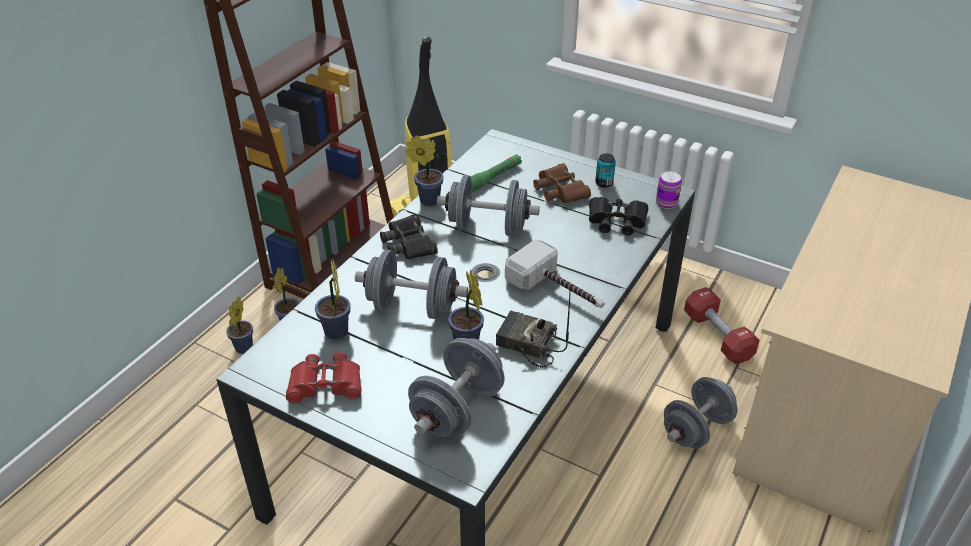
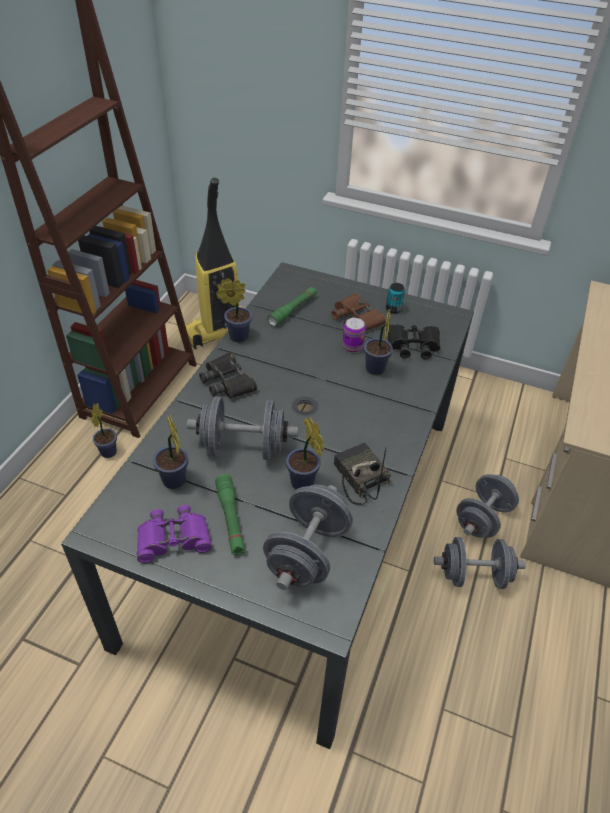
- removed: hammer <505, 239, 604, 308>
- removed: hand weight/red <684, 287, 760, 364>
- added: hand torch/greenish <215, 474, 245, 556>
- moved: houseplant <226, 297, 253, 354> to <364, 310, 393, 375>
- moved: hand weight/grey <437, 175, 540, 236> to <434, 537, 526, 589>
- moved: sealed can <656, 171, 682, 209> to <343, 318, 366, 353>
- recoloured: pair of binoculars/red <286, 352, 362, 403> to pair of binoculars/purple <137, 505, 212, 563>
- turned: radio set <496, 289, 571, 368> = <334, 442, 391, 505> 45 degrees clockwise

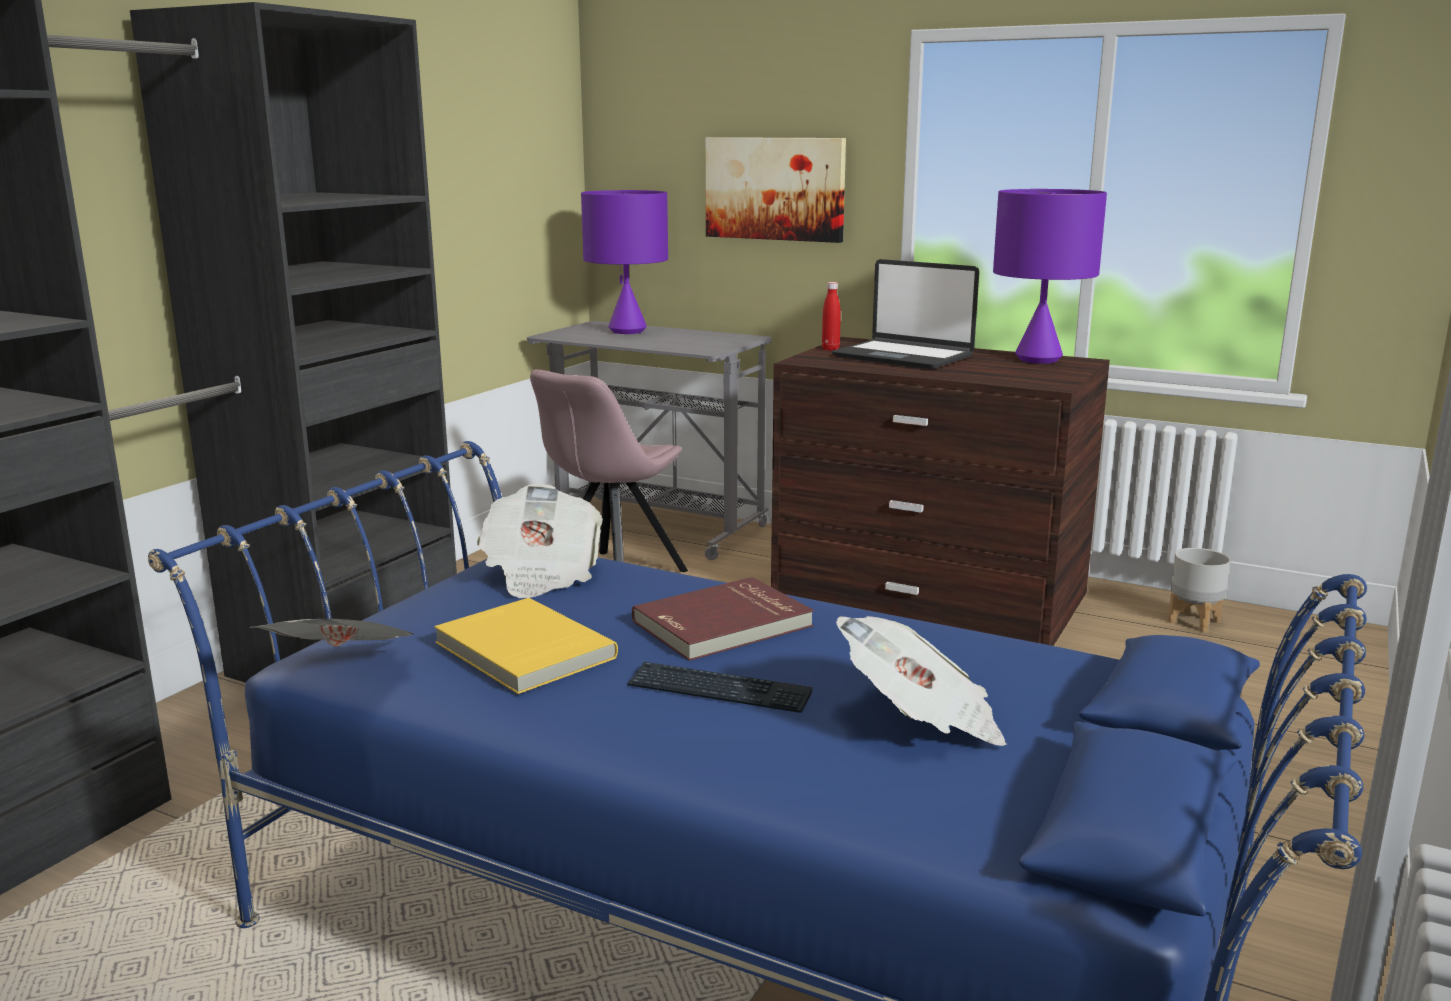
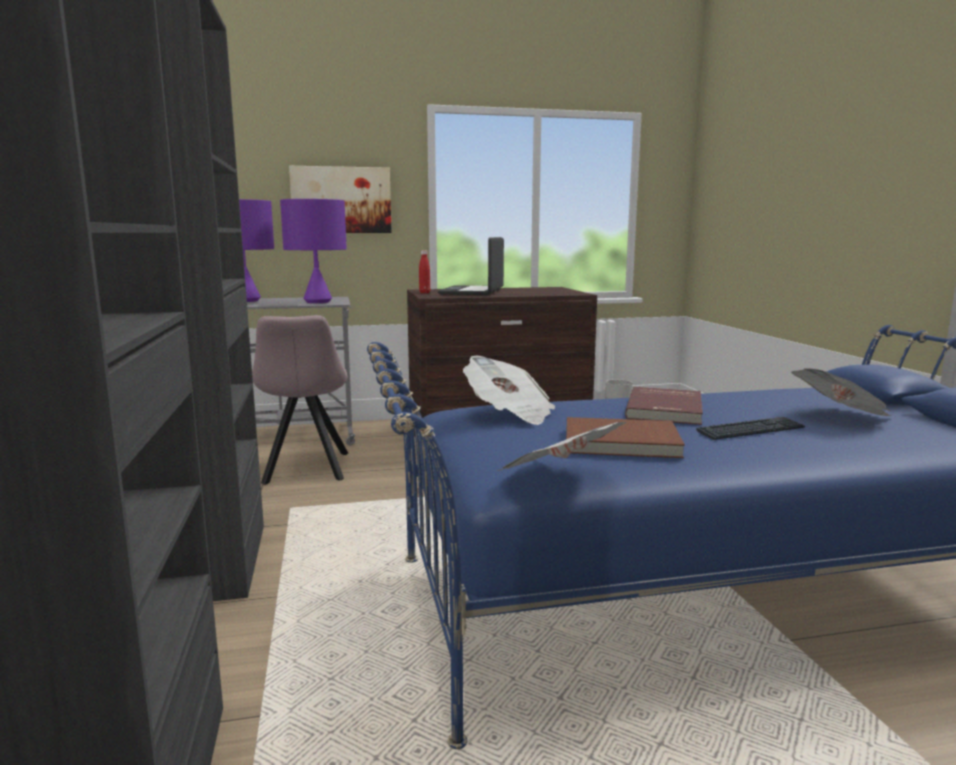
- moved: tabletop lamp/purple <993, 189, 1107, 364> to <280, 199, 347, 303>
- recoloured: volume/yellow-coloured <434, 598, 618, 694> to volume/brown <566, 417, 685, 458>
- turned: notebook computer <832, 259, 979, 369> = <438, 237, 504, 295> 105 degrees clockwise

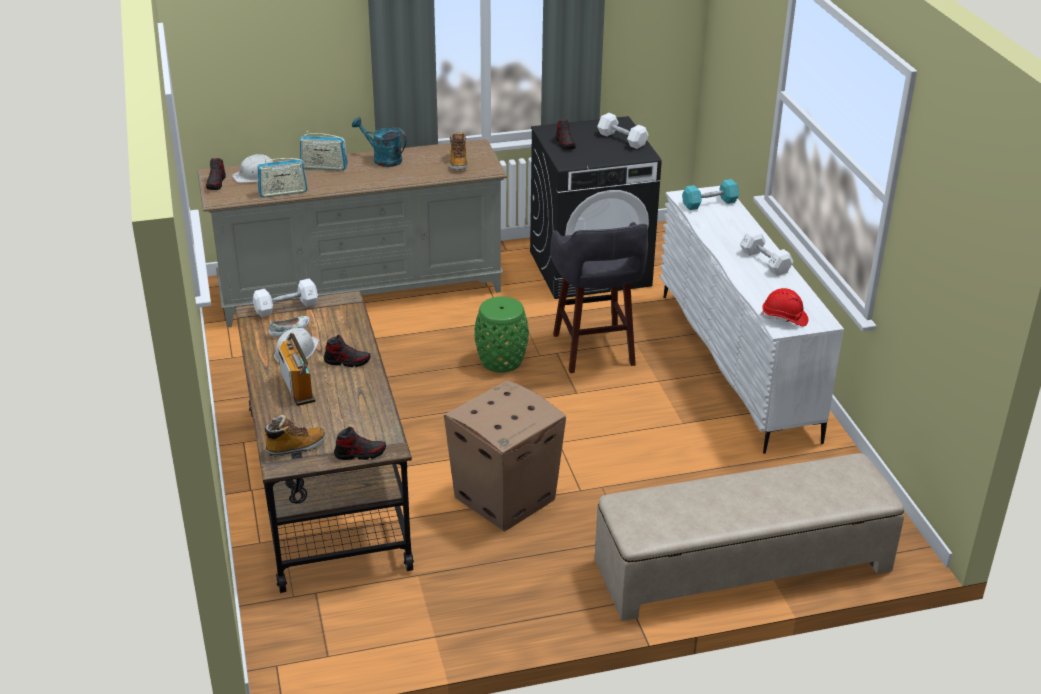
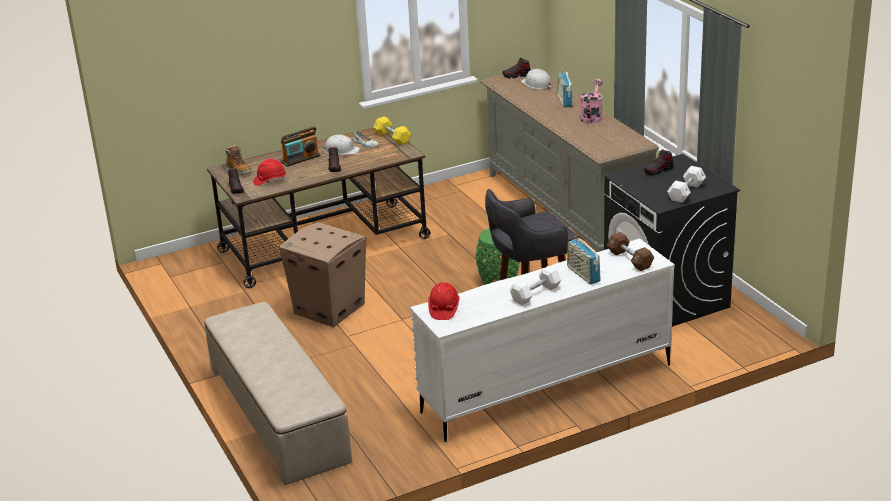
- removed: tall boot <449, 132, 468, 170>
- added: work helmet/red <253, 159, 287, 186>
- moved: radio set <257, 158, 308, 198> to <567, 236, 601, 285>
- recoloured: hand weight/white <253, 278, 318, 317> to hand weight/yellow-coloured <373, 116, 411, 145>
- recoloured: watering pot/turquoise <352, 117, 407, 167> to watering pot/pink-coloured <580, 79, 603, 124>
- recoloured: hand weight/turquoise <682, 179, 739, 210> to hand weight/brown <607, 232, 654, 271>

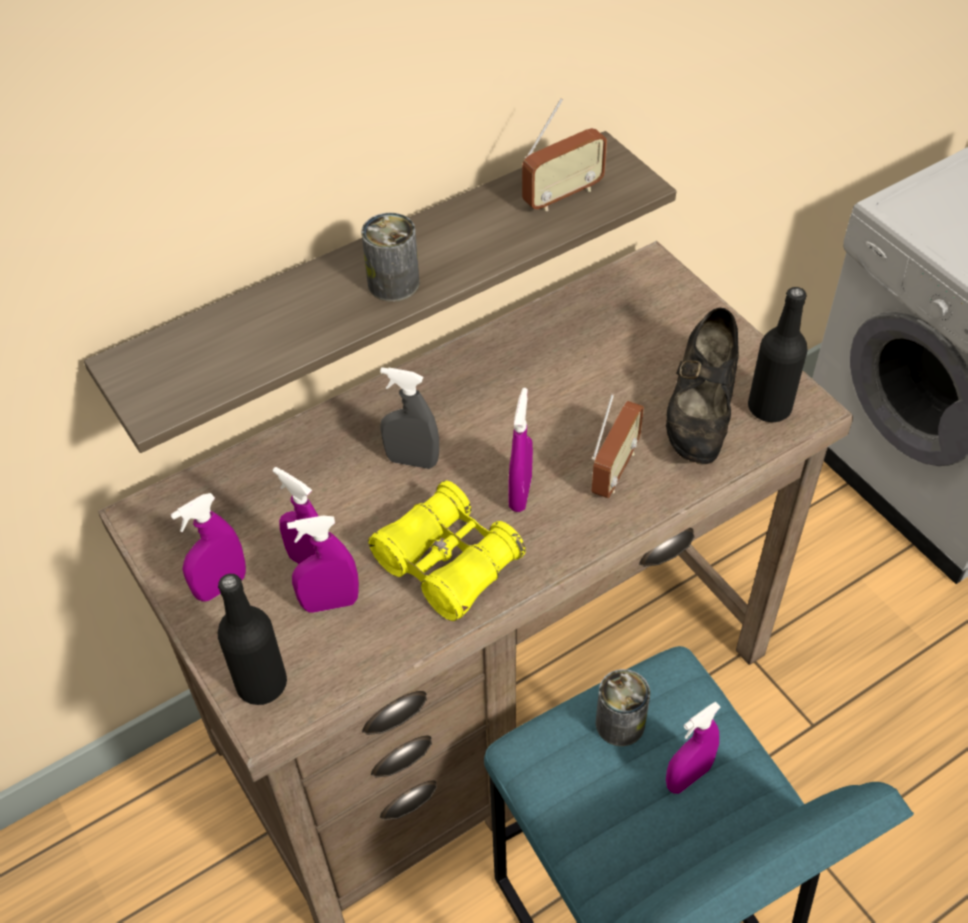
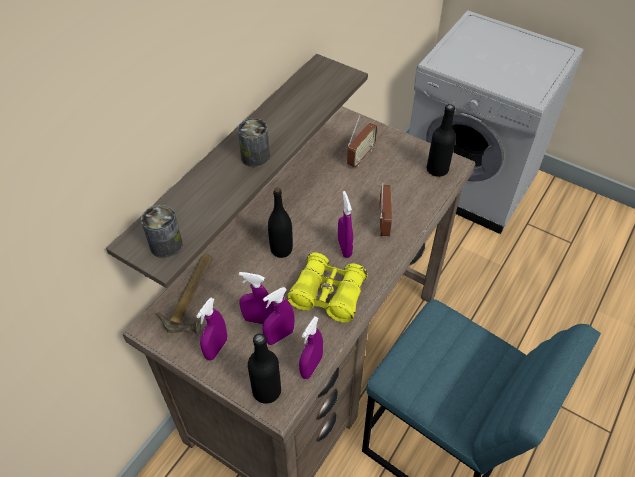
- removed: low shoe/blackish <666, 308, 739, 464>
- added: hammer <156, 254, 213, 335>
- moved: radio set <522, 98, 607, 211> to <347, 114, 377, 167>
- moved: sealed can <596, 669, 650, 746> to <141, 205, 183, 258>
- moved: spray bottle/purple <666, 702, 721, 794> to <299, 317, 323, 379>
- replaced: spray bottle/grey <380, 367, 439, 469> to bottle/blackish <268, 187, 293, 258>

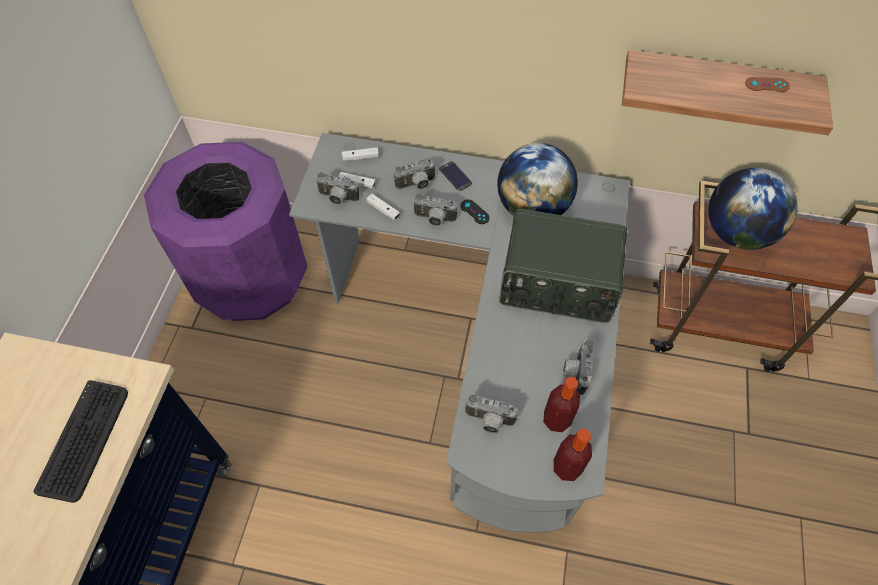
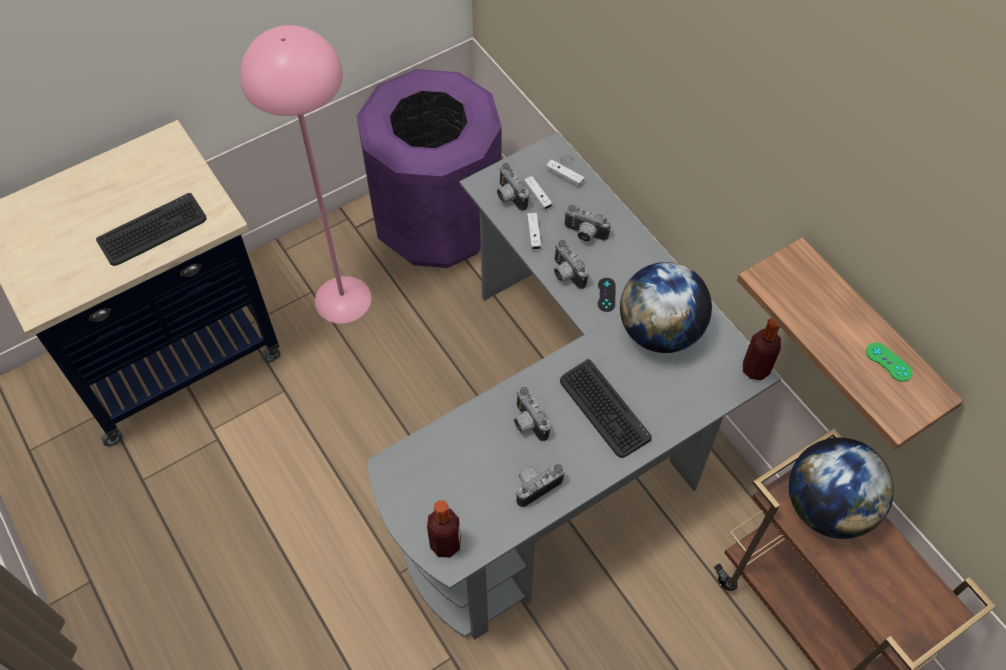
- removed: handset <439, 161, 472, 191>
- added: standard lamp/pink-coloured <240, 25, 372, 324>
- moved: photo camera <465, 395, 518, 433> to <514, 387, 551, 441>
- moved: bottle <543, 377, 580, 432> to <743, 318, 781, 380>
- replaced: radio set <499, 209, 627, 323> to computer keyboard <560, 359, 652, 458>
- recoloured: gamepad/brown <745, 77, 790, 92> to gamepad/greenish <866, 342, 913, 382>

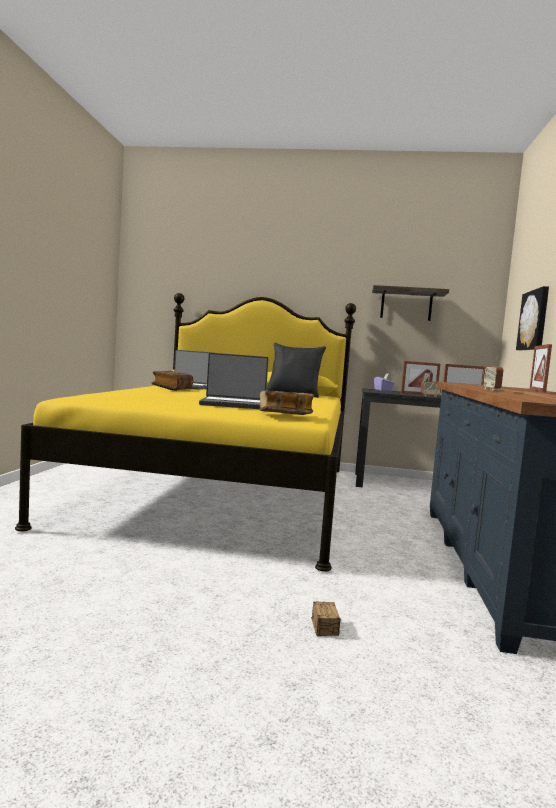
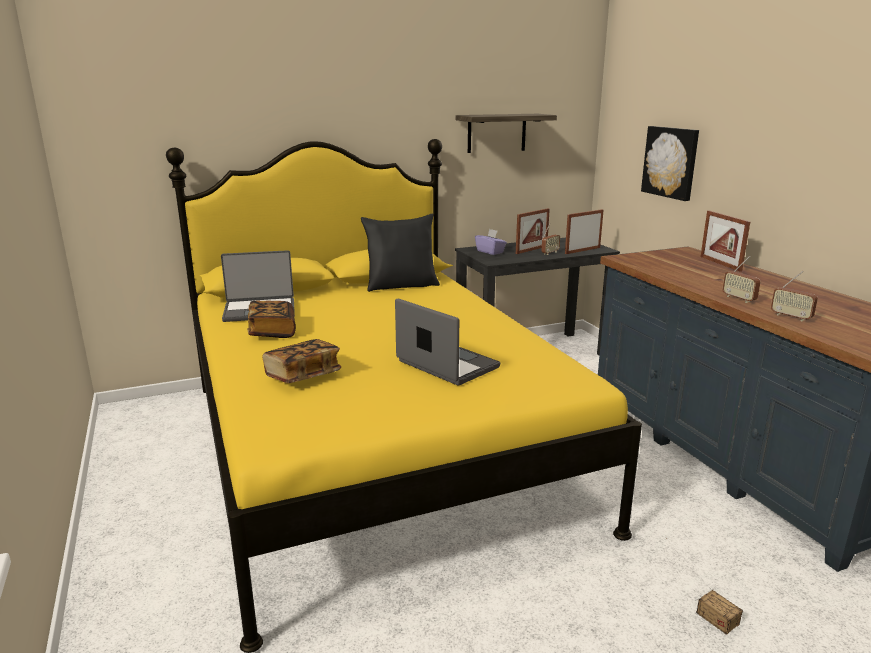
- added: radio set <771, 271, 818, 321>
- moved: volume <260, 391, 315, 415> to <262, 339, 341, 383>
- turned: notebook computer <199, 353, 268, 409> = <395, 298, 500, 386> 105 degrees counterclockwise

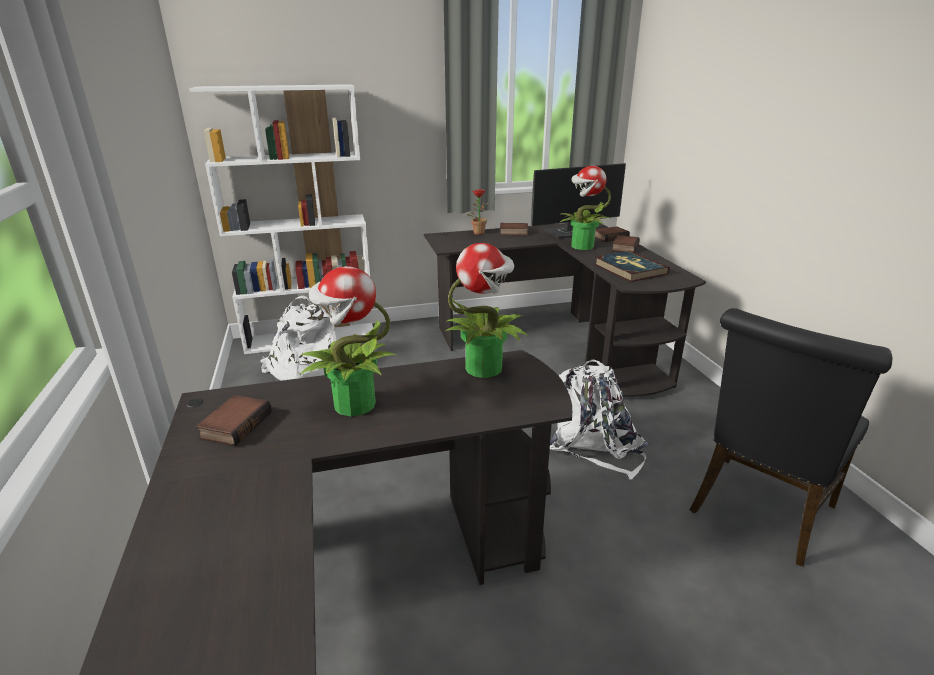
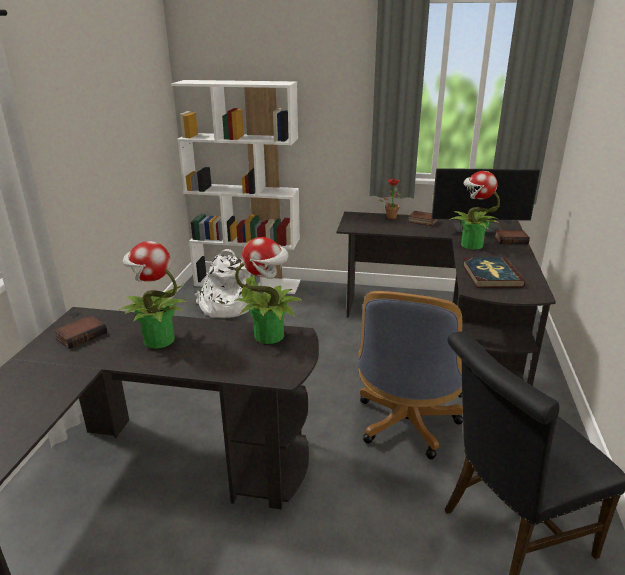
- removed: volume <612, 235, 640, 252>
- replaced: backpack/white <550, 360, 649, 480> to office chair/blue <358, 291, 463, 459>

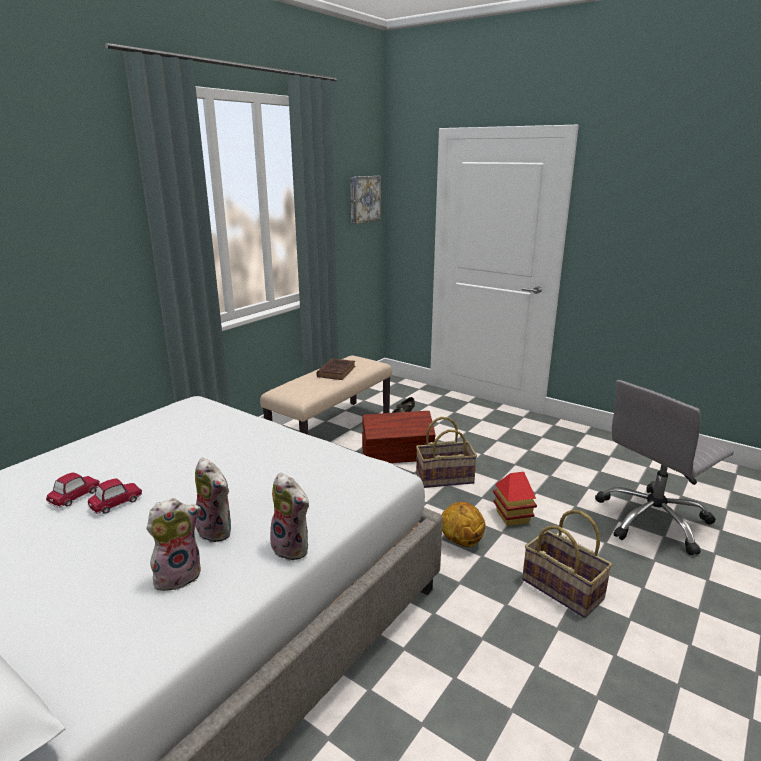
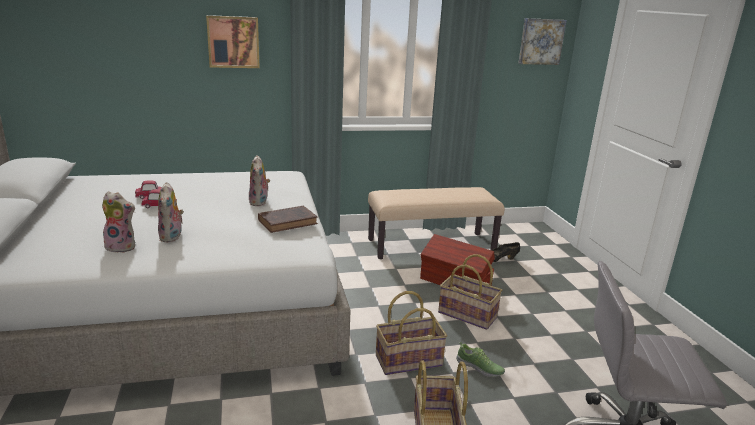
- added: wall art <206, 15, 260, 68>
- moved: soft toy <266, 472, 309, 561> to <249, 155, 270, 206>
- moved: volume/brown <316, 358, 356, 380> to <258, 205, 318, 233>
- replaced: basketball <441, 502, 485, 547> to storage basket <376, 291, 447, 375>
- replaced: model house <493, 472, 537, 526> to low shoe <456, 342, 505, 377>

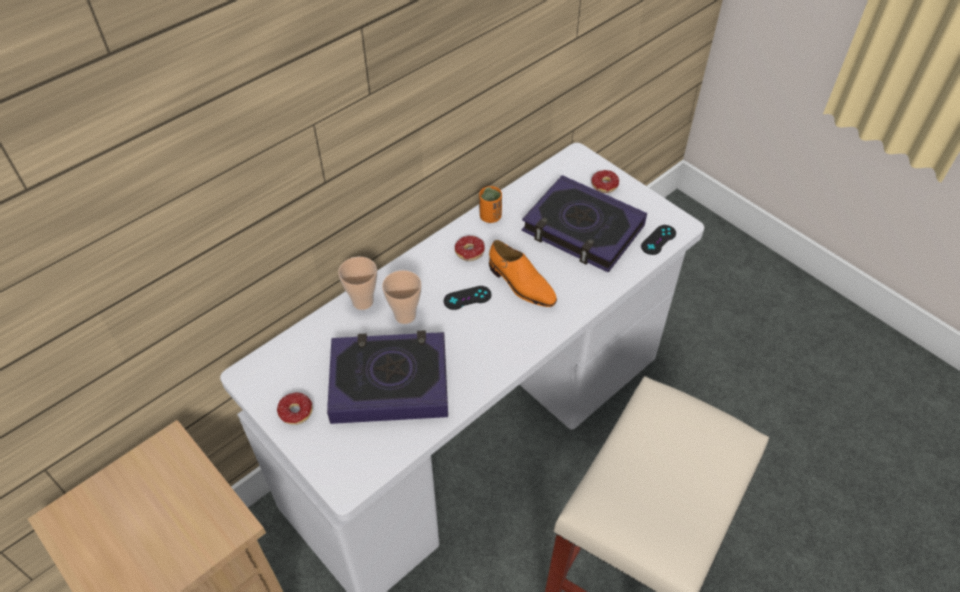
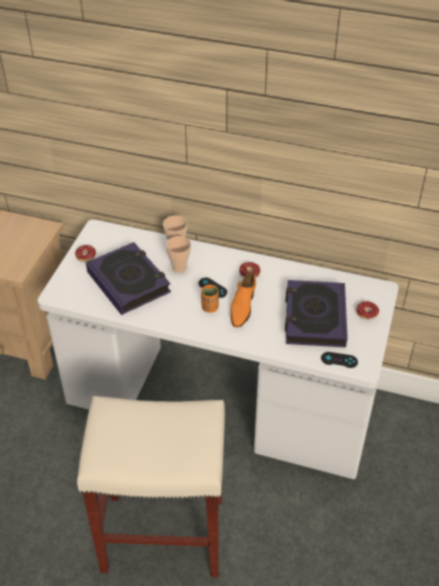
- moved: small cup/orange-coloured <479, 186, 502, 223> to <201, 285, 219, 313>

